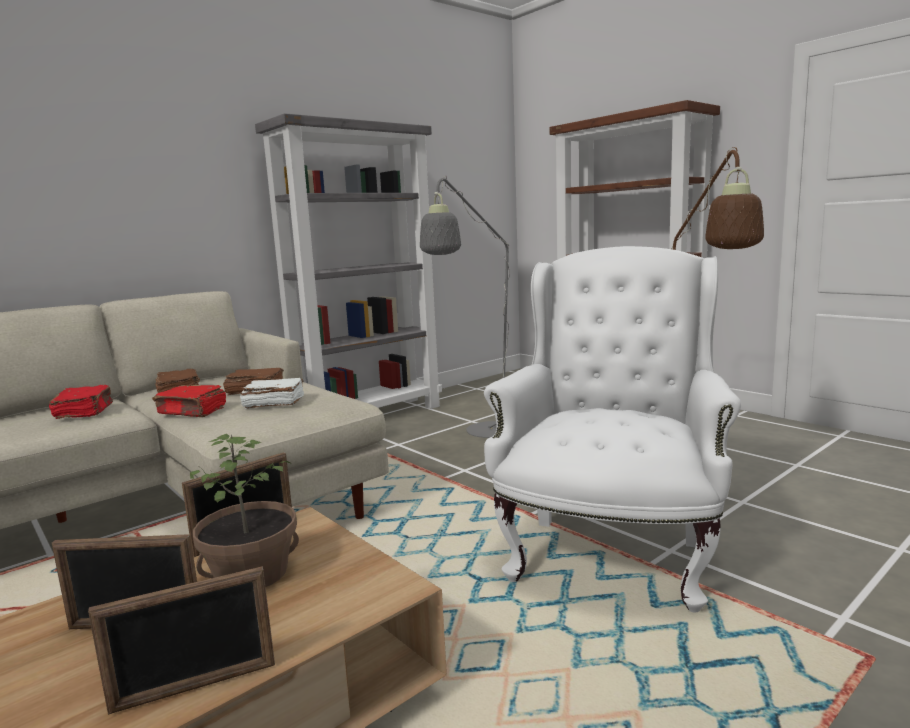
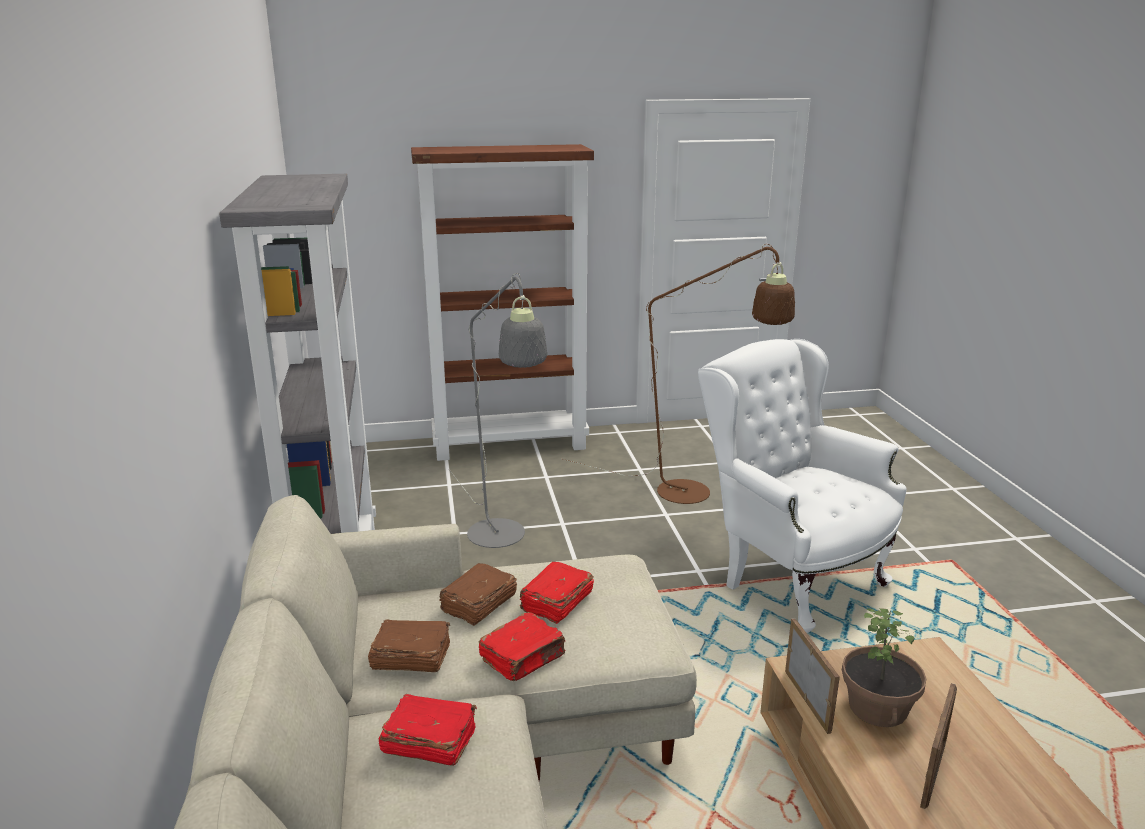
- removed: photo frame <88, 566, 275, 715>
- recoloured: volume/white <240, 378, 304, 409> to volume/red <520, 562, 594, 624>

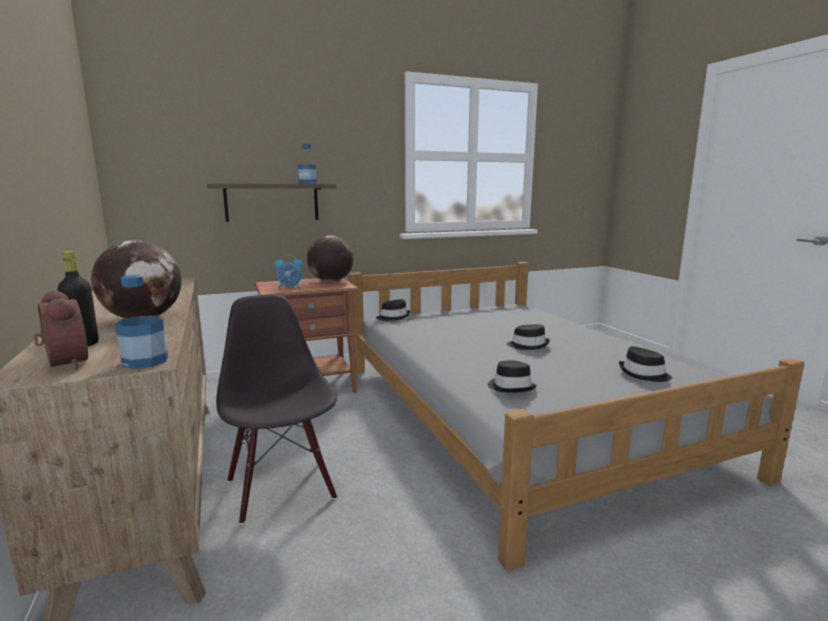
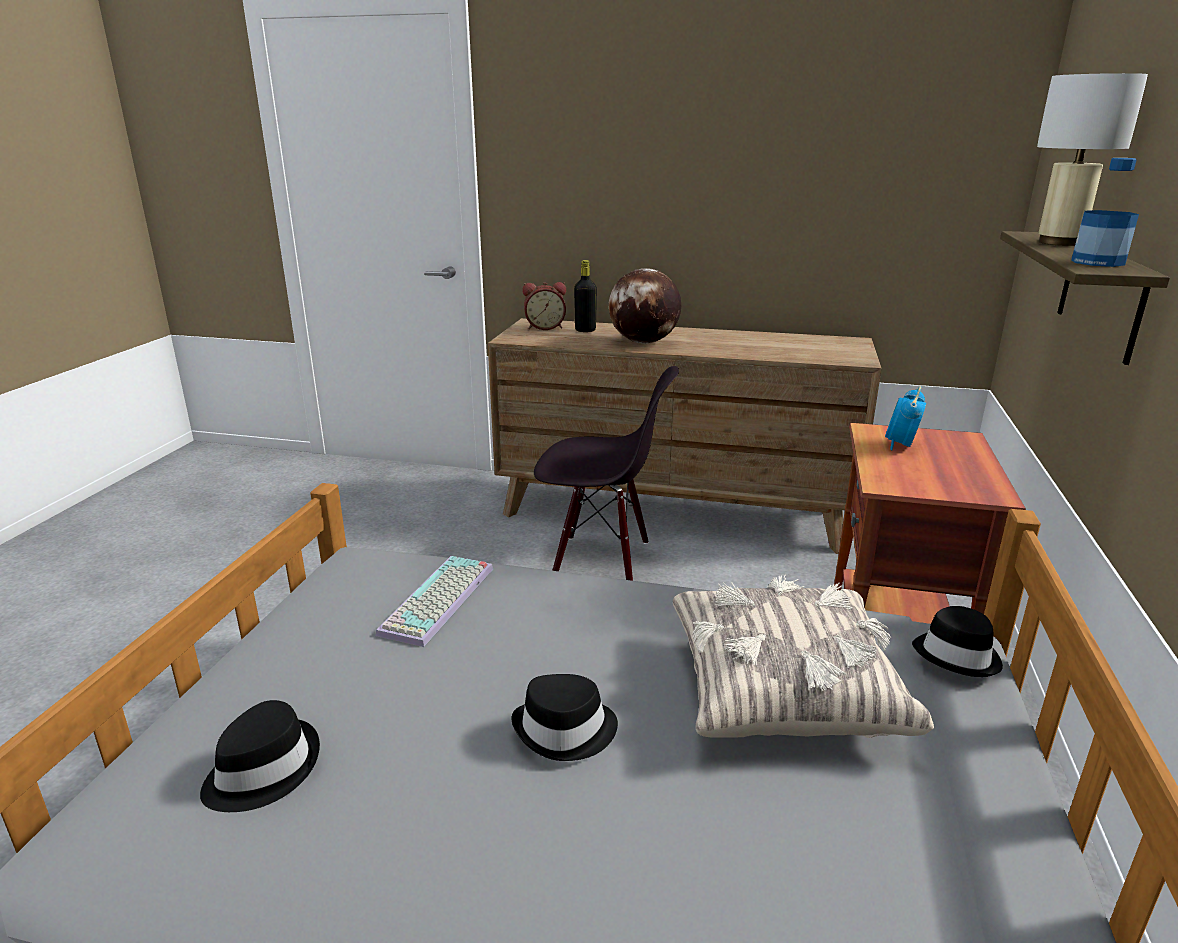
- removed: bottle <115, 275, 168, 369>
- removed: desk globe <307, 235, 353, 282>
- added: cushion/sand-coloured <673, 575, 934, 738>
- added: tabletop lamp/white <1037, 73, 1148, 246>
- replaced: wearable hat/blackish <488, 360, 537, 393> to computer keyboard <376, 556, 493, 647>

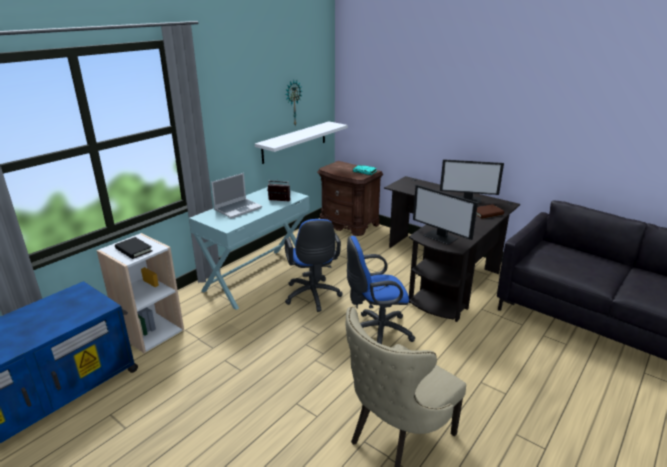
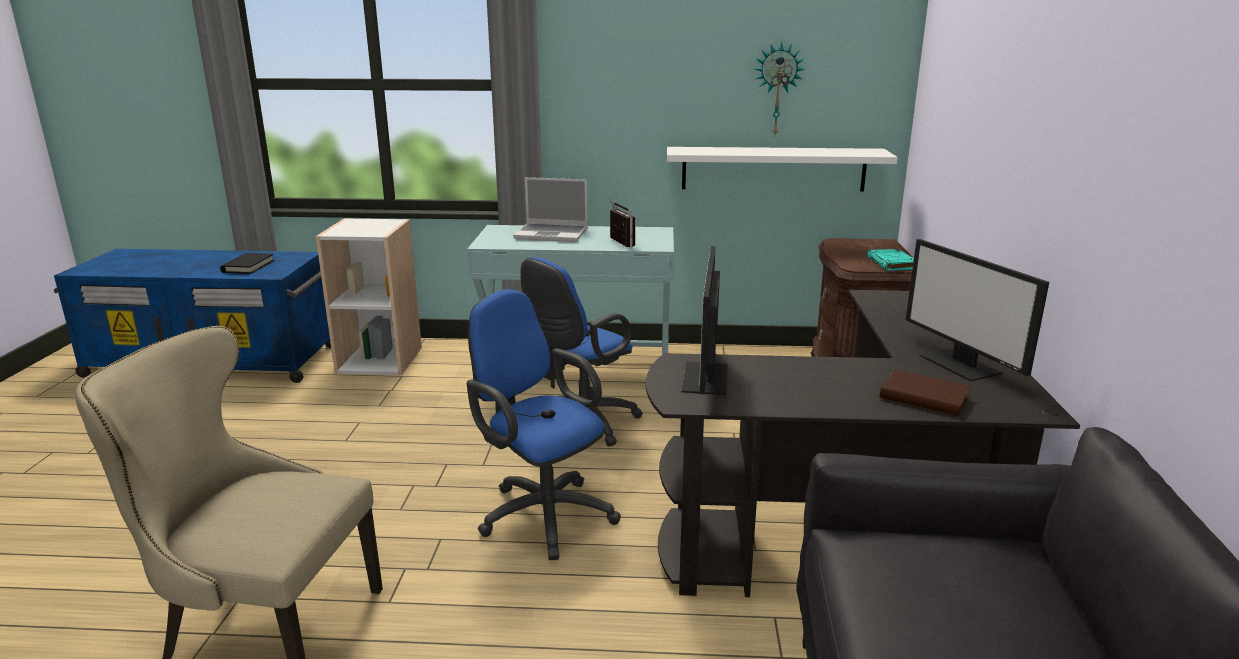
- moved: volume/blackish <115, 237, 152, 259> to <220, 253, 275, 274>

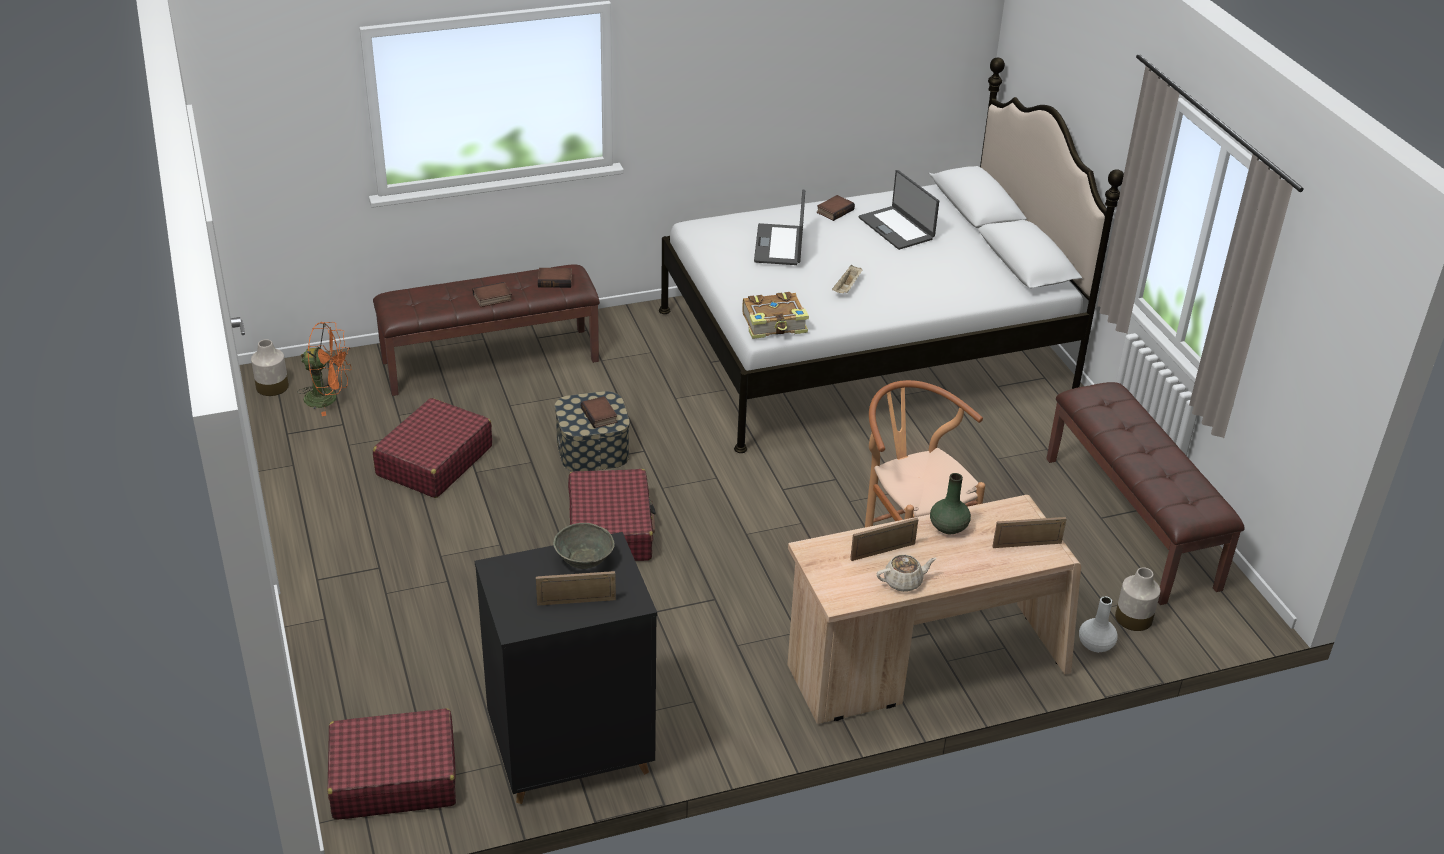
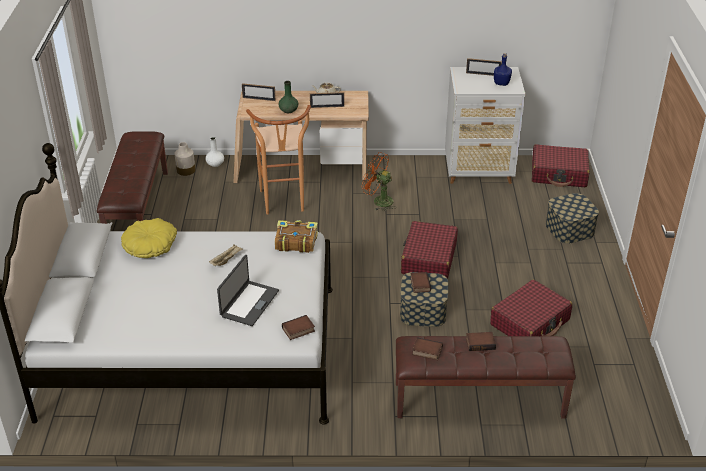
- removed: decorative vase/sand-coloured <251, 339, 289, 396>
- removed: deep dish/grey <553, 523, 615, 569>
- removed: notebook computer <859, 170, 939, 250>
- added: cushion/yellow-coloured <121, 218, 177, 258>
- added: bottle/blue <494, 53, 512, 86>
- added: storage bin <546, 193, 599, 244>
- moved: electric fan/orange-coloured <297, 322, 351, 416> to <362, 152, 396, 211>
- moved: volume <816, 195, 855, 221> to <282, 315, 315, 340>
- recoloured: dresser/blackish <475, 532, 657, 804> to dresser/white <445, 67, 526, 184>

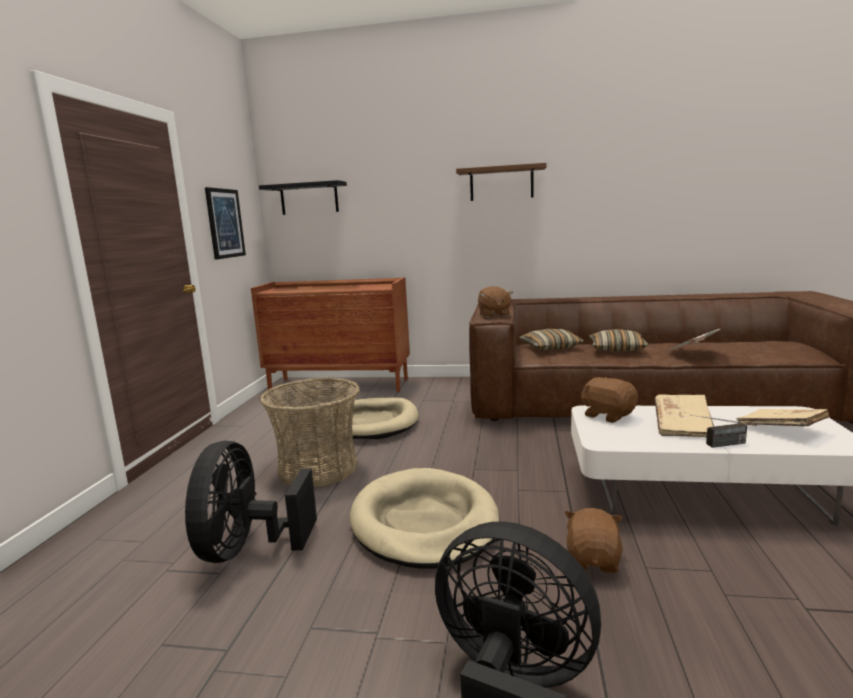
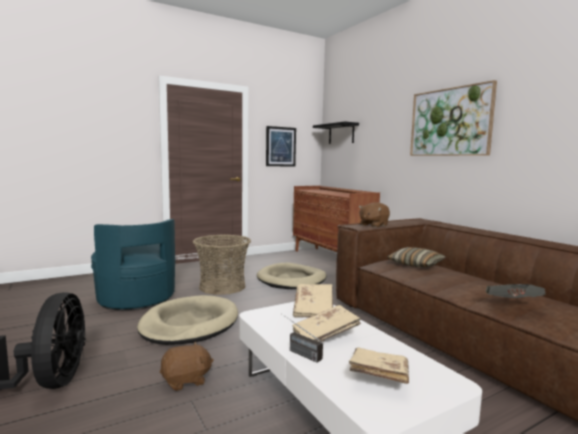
- removed: cushion <589, 329, 648, 351>
- replaced: electric fan/blackish <185, 441, 317, 563> to armchair/turquoise <91, 219, 175, 311>
- replaced: shelf/brown <456, 163, 547, 201> to wall art <410, 80, 497, 156>
- replaced: soft toy/brown <581, 377, 638, 423> to volume/sand-coloured <293, 284, 333, 318>

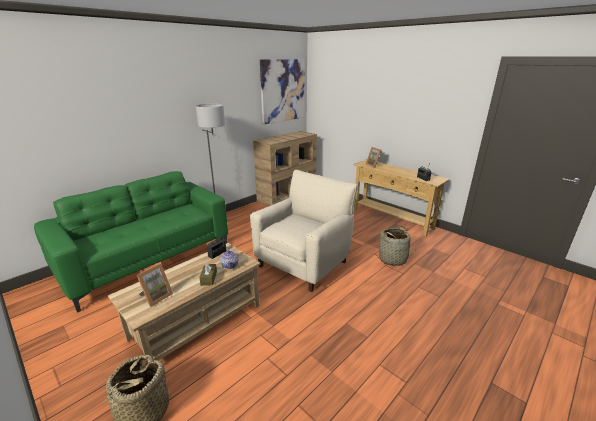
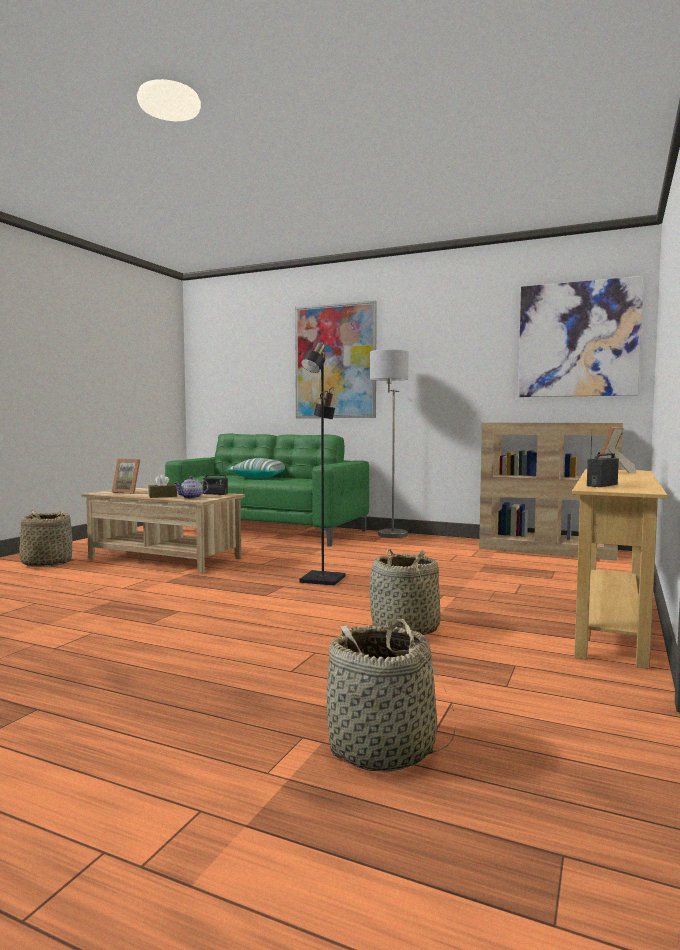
- added: cushion <228, 458, 285, 479>
- added: wall art <295, 300, 377, 418>
- added: storage basket <325, 619, 456, 771>
- replaced: armchair/sand-coloured <250, 170, 358, 292> to standard lamp/blackish <300, 342, 345, 586>

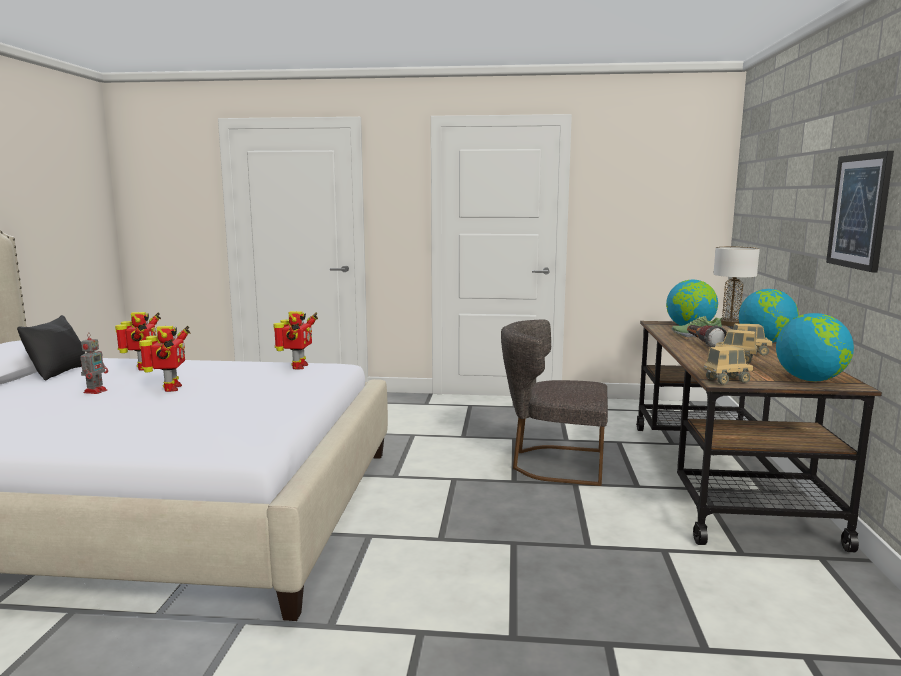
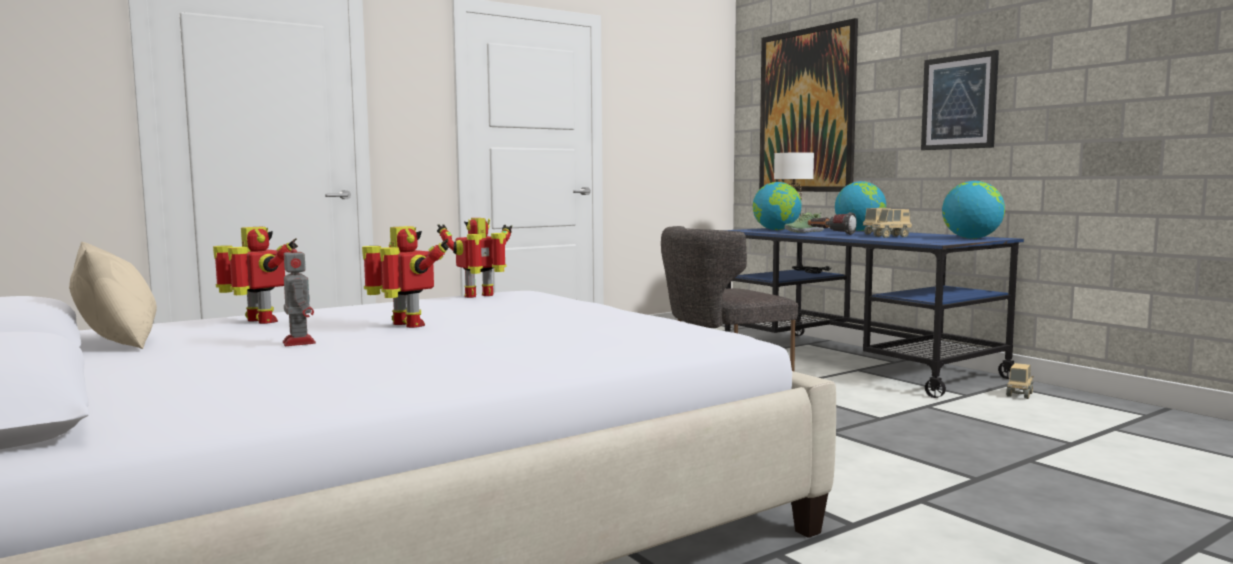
- added: wall art <759, 18, 858, 192>
- moved: model truck <703, 346, 753, 385> to <1006, 363, 1034, 399>
- recoloured: cushion/blackish <17, 315, 85, 380> to cushion/sand-coloured <69, 242, 157, 349>
- recoloured: desk/brown <636, 321, 882, 552> to desk/blue <725, 228, 1024, 398>
- turned: model robot <273, 311, 318, 369> = <437, 218, 512, 298> 90 degrees counterclockwise

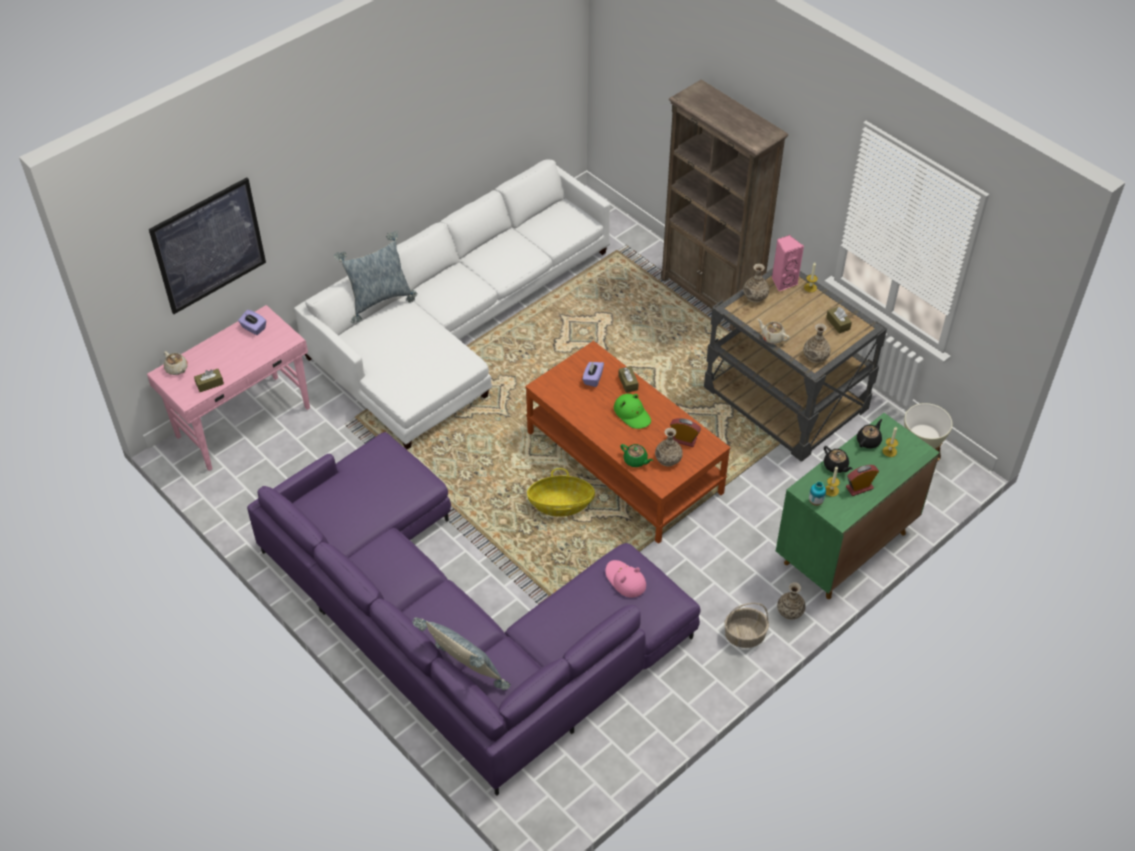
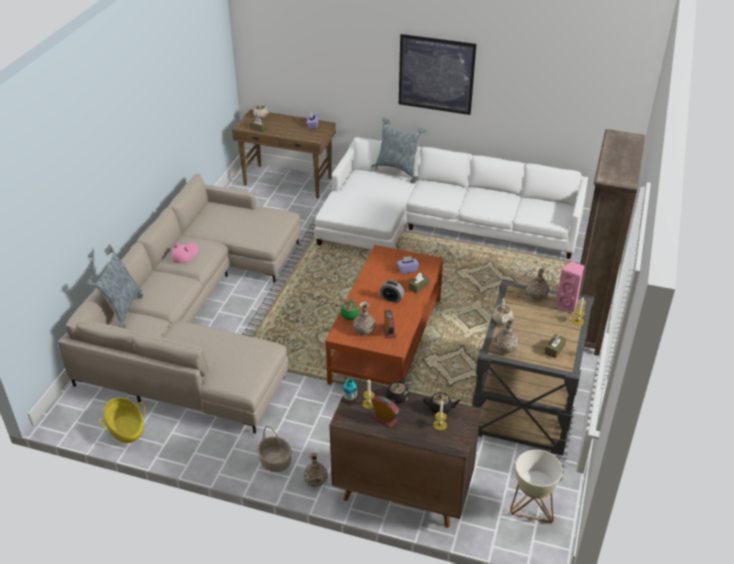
- moved: wall art <149, 177, 266, 314> to <399, 34, 476, 115>
- moved: storage basket <527, 468, 595, 517> to <99, 398, 145, 443>
- moved: wearable hat/pink-coloured <605, 560, 646, 598> to <171, 243, 198, 264>
- replaced: wearable hat/greenish <614, 394, 651, 429> to bedside clock <380, 280, 404, 303>
- recoloured: narrow table/pink-coloured <147, 305, 310, 471> to narrow table/brown <232, 109, 336, 198>
- recoloured: couch/purple <247, 432, 701, 796> to couch/sand-coloured <58, 174, 301, 434>
- recoloured: cabinet/greenish <776, 413, 940, 599> to cabinet/brown <329, 379, 481, 528>

